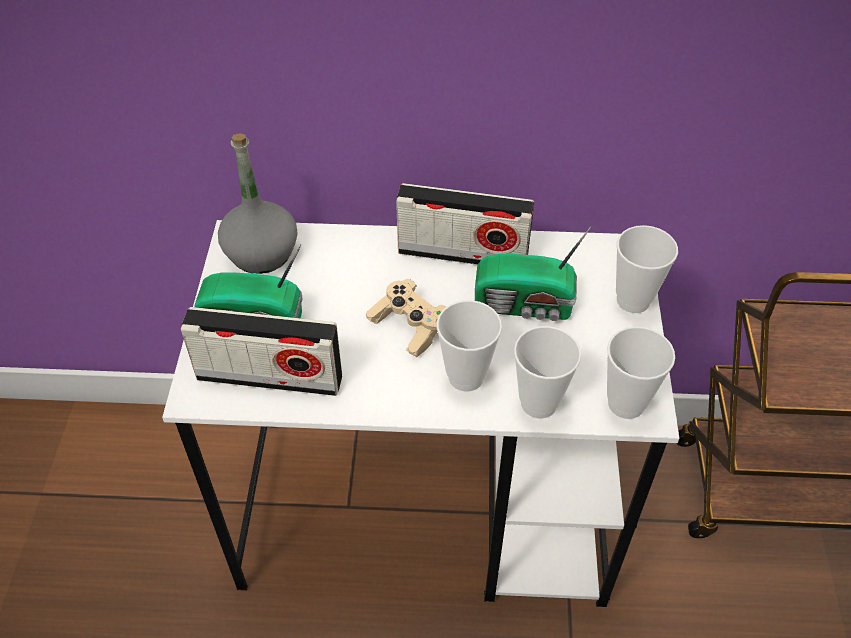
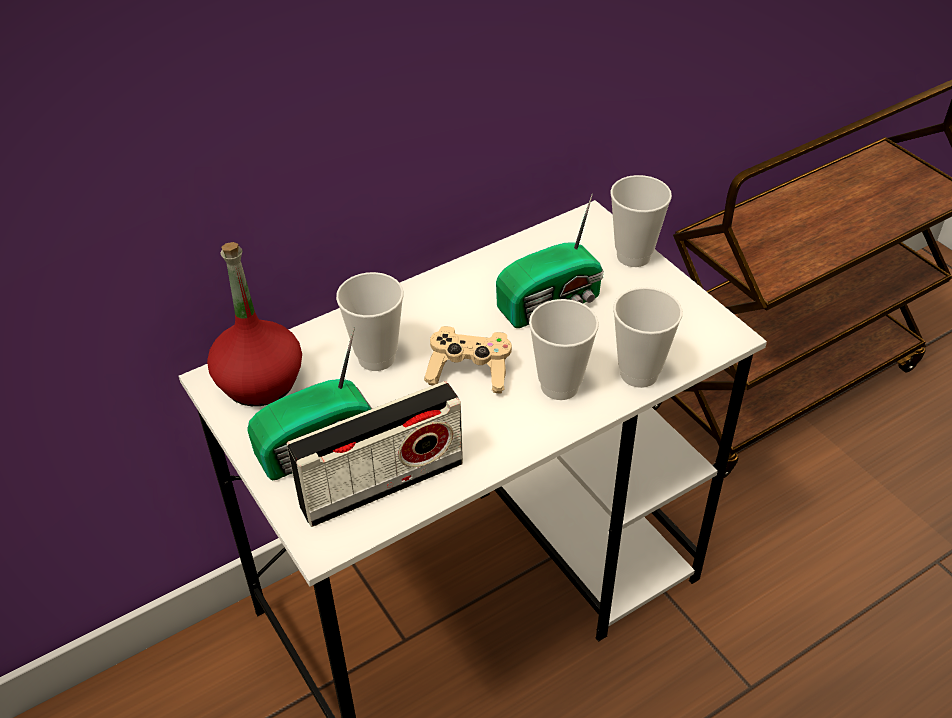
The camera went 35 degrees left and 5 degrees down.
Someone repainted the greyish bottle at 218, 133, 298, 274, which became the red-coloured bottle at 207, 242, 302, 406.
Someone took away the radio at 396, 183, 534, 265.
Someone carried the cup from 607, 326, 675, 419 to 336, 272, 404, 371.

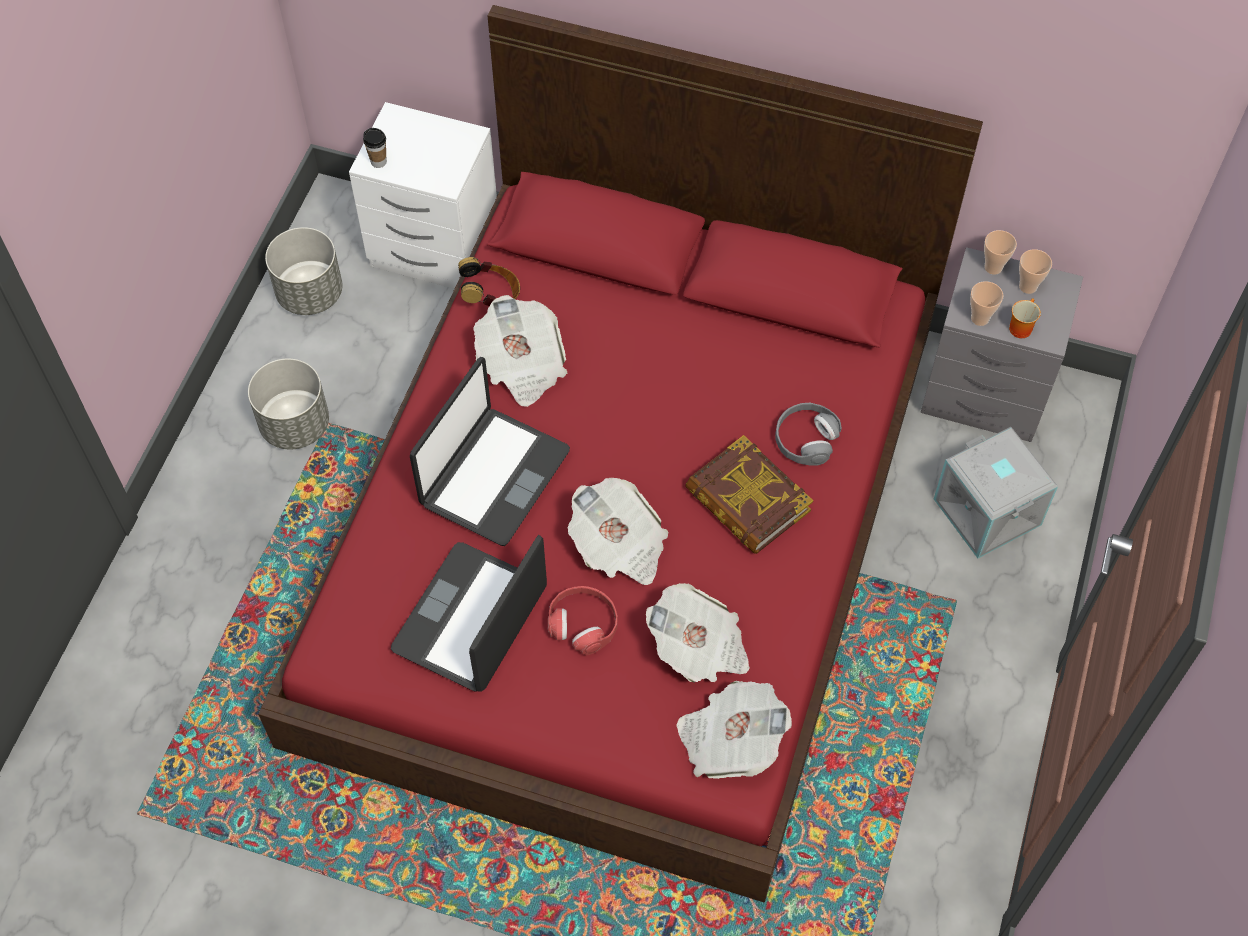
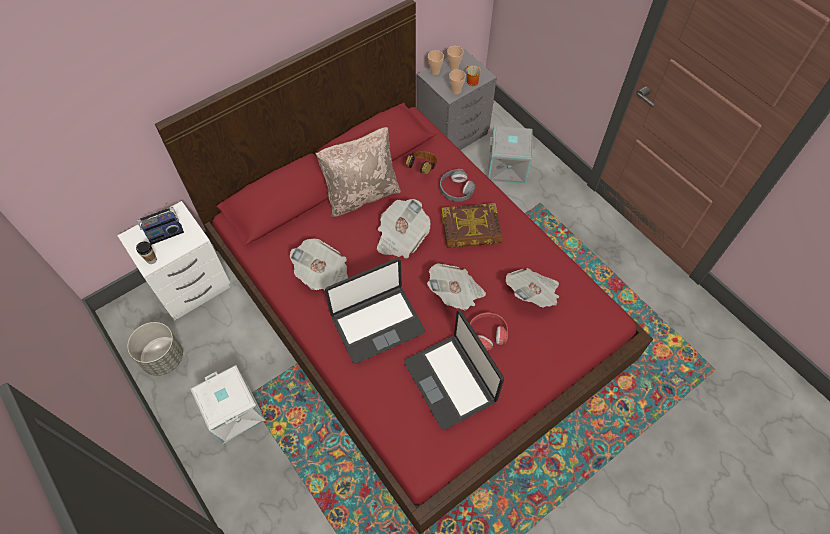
The camera went 55 degrees left and 0 degrees up.
Someone swapped the greyish flower pot at 248, 358, 329, 450 for the white storage box at 191, 365, 265, 445.
Someone rotated the notebook computer at 410, 357, 570, 546 by 90 degrees clockwise.
Someone carried the headphones from 458, 257, 520, 306 to 406, 151, 437, 174.
Someone carried the newspaper from 676, 681, 792, 779 to 377, 199, 430, 258.
Someone put down the radio at 137, 202, 184, 245.
Someone put down the beige cushion at 315, 127, 401, 217.

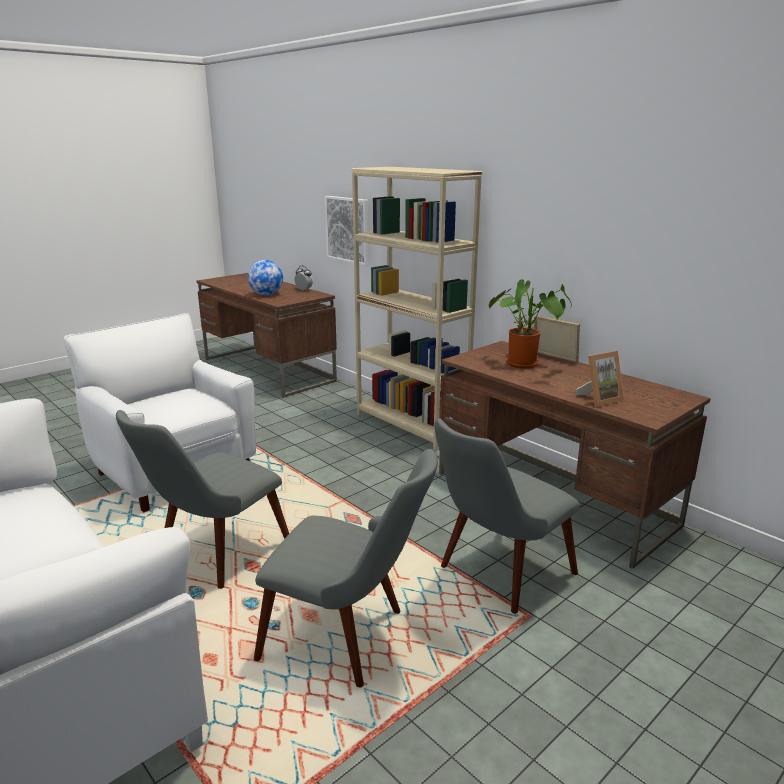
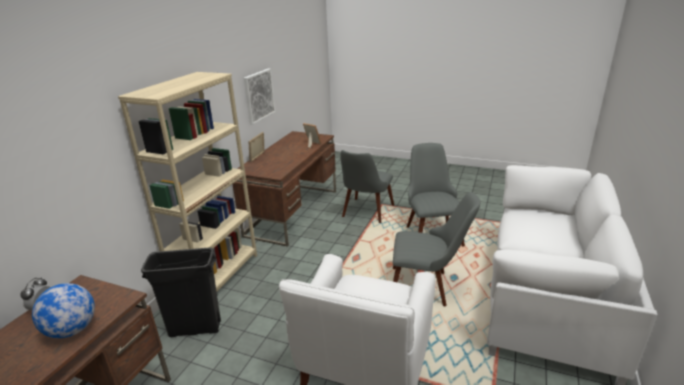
The camera went 115 degrees left and 5 degrees up.
Someone carried the wall art from 325, 196, 369, 266 to 244, 68, 276, 125.
Someone rotated the greyish plain chair at 434, 418, 580, 614 by 90 degrees clockwise.
Someone took away the houseplant at 489, 279, 572, 369.
Someone put down the black-coloured waste bin at 141, 247, 221, 337.

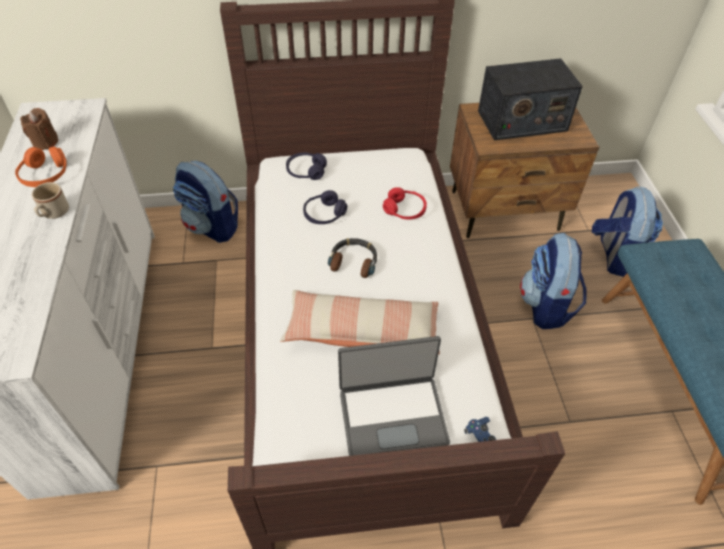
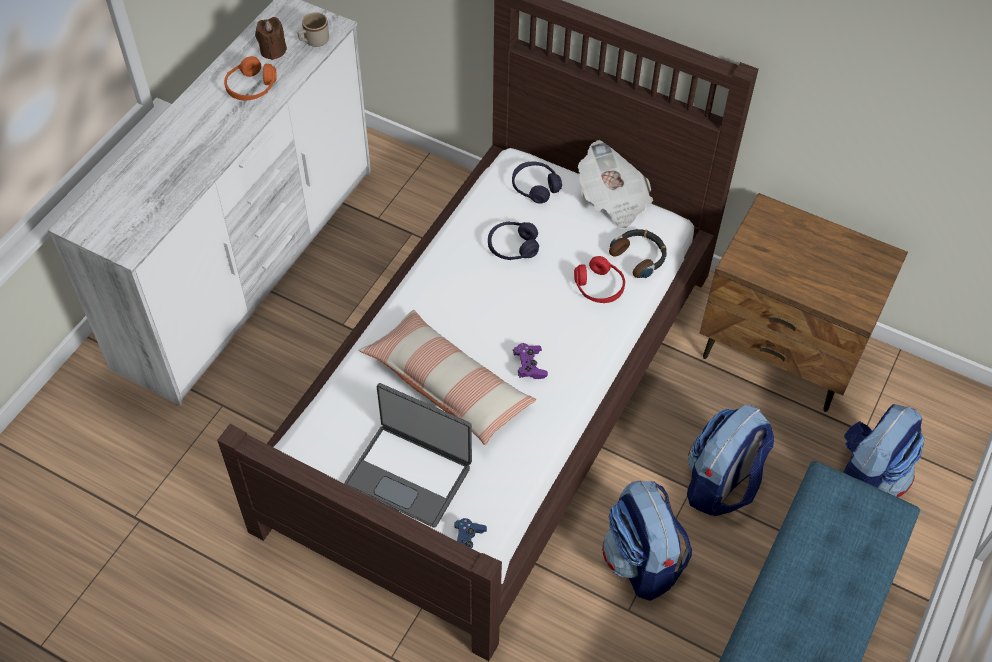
The camera went 35 degrees right and 5 degrees up.
Someone carried the beige coffee mug from 32, 182, 69, 219 to 298, 12, 329, 47.
Someone carried the rucksack from 173, 160, 238, 243 to 602, 481, 692, 601.
Someone carried the headphones from 328, 238, 377, 278 to 609, 229, 667, 278.
Someone took away the radio at 478, 58, 583, 140.
Someone put down the purple-coloured game controller at 513, 343, 548, 379.
Someone put down the newspaper at 578, 140, 653, 228.

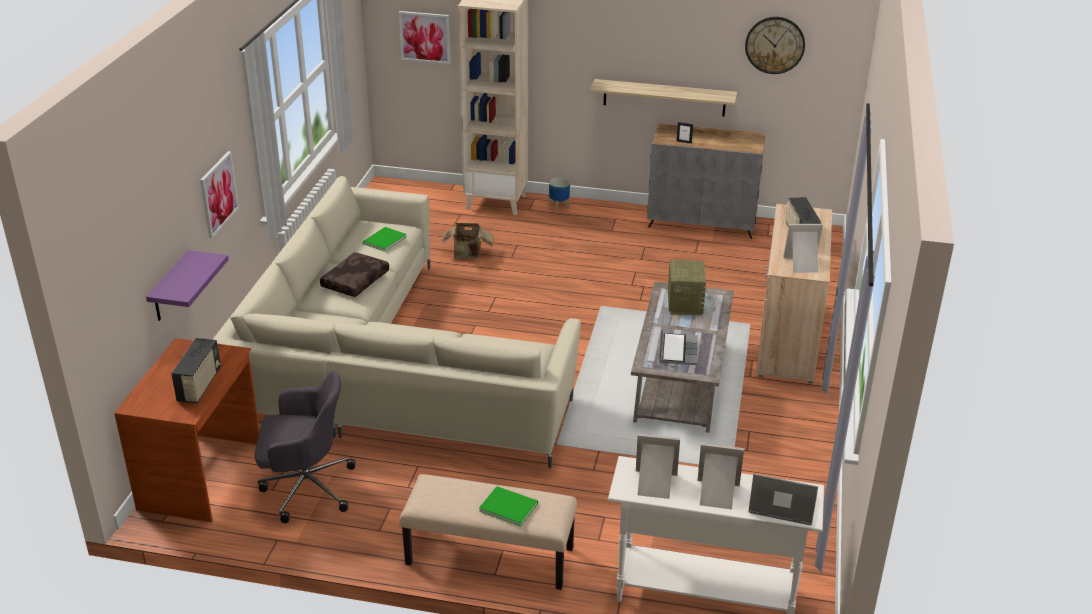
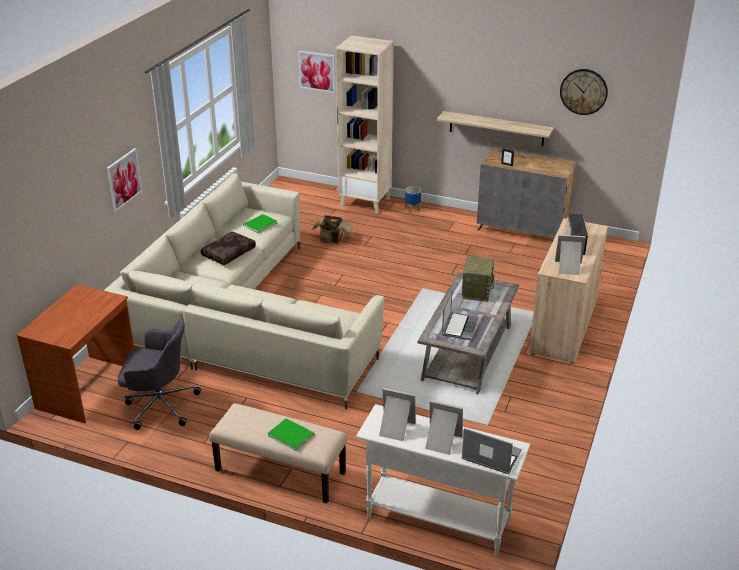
The camera went 10 degrees right and 0 degrees up.
Someone took away the purple-coloured bracket shelf at 146, 250, 229, 321.
Someone took away the radio at 171, 338, 221, 403.

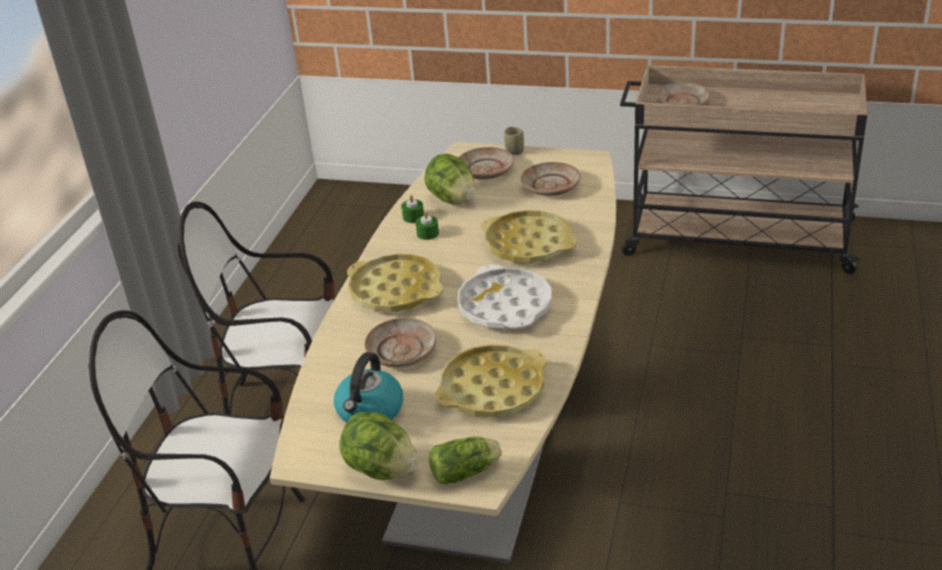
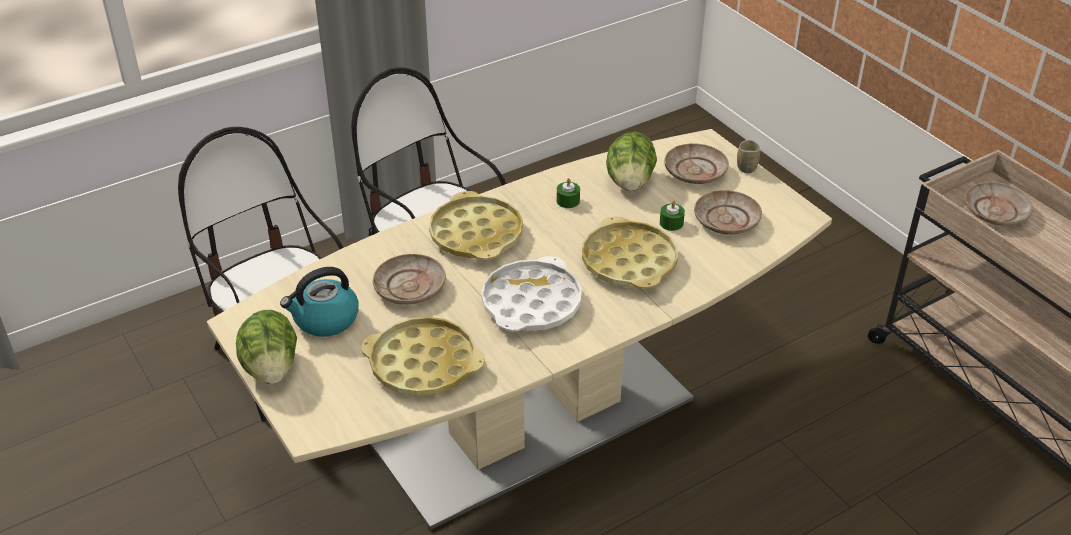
The camera went 40 degrees right and 5 degrees up.
Someone carried the greenish candle from 401, 195, 424, 223 to 660, 200, 685, 231.
Someone took away the lettuce head at 429, 437, 502, 484.

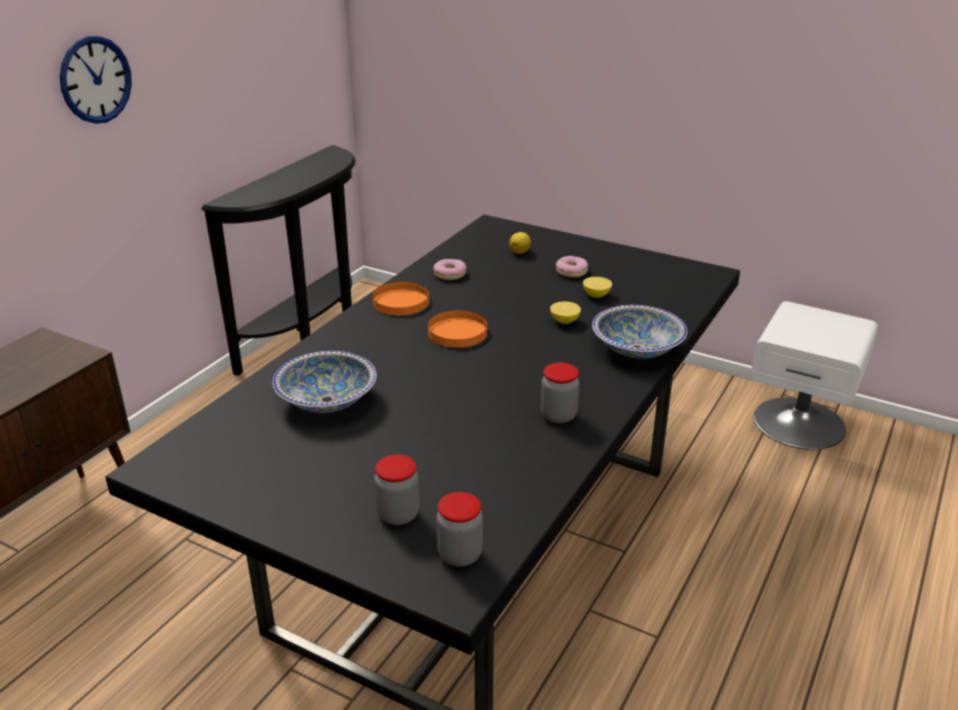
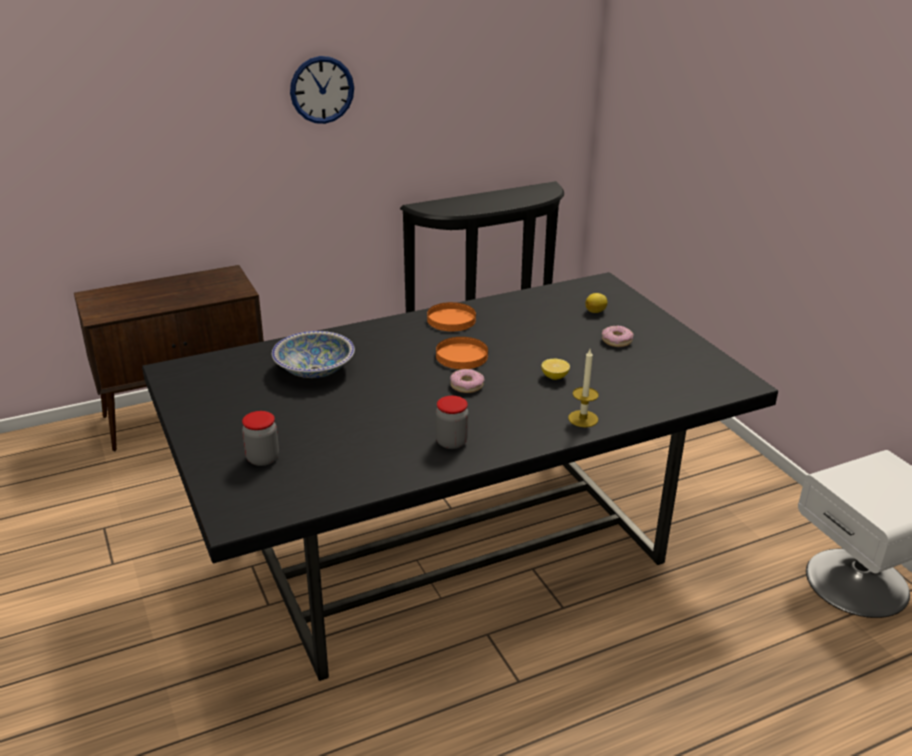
The camera went 35 degrees right and 0 degrees up.
Someone carried the doughnut from 434, 259, 467, 280 to 450, 369, 485, 393.
Someone took away the storage jar at 436, 492, 483, 567.
Someone took away the whole lemon at 583, 277, 612, 298.
Someone swapped the deep dish at 592, 305, 687, 359 for the candle at 568, 349, 599, 427.

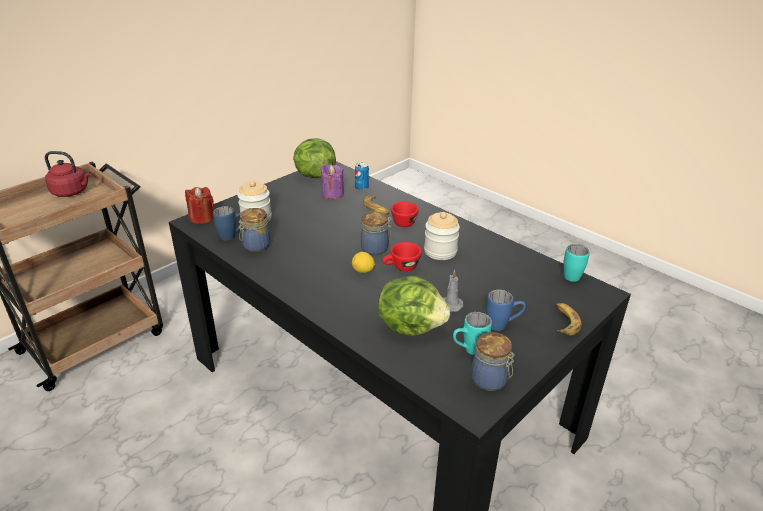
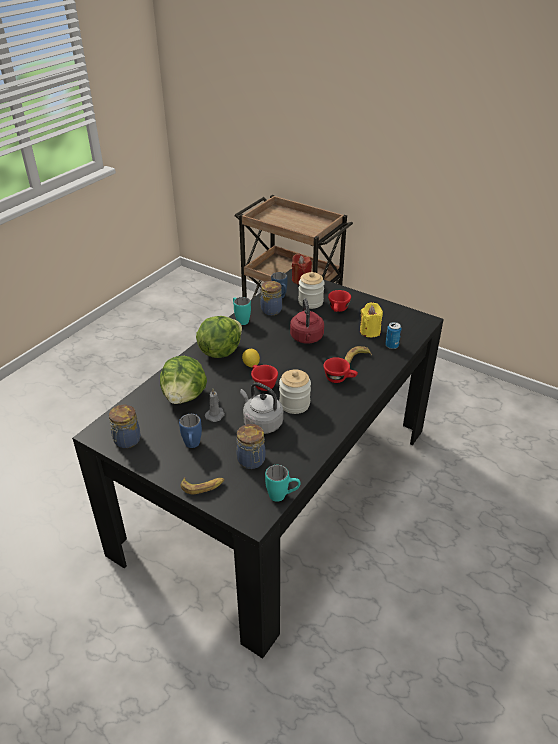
The camera went 80 degrees right and 5 degrees up.
Someone carried the red-coloured kettle from 45, 151, 91, 197 to 290, 298, 324, 344.
Someone carried the lettuce head from 293, 138, 336, 178 to 196, 316, 242, 358.
Someone repainted the purple-coloured candle at 320, 164, 344, 200, which became the yellowish candle at 360, 302, 383, 338.
Someone carried the storage jar from 361, 211, 392, 256 to 236, 424, 266, 469.
Someone carried the turquoise coffee mug from 453, 312, 492, 355 to 233, 297, 251, 325.
Someone put down the greyish kettle at 240, 382, 283, 434.
Someone put down the red-coloured cup at 328, 290, 351, 312.

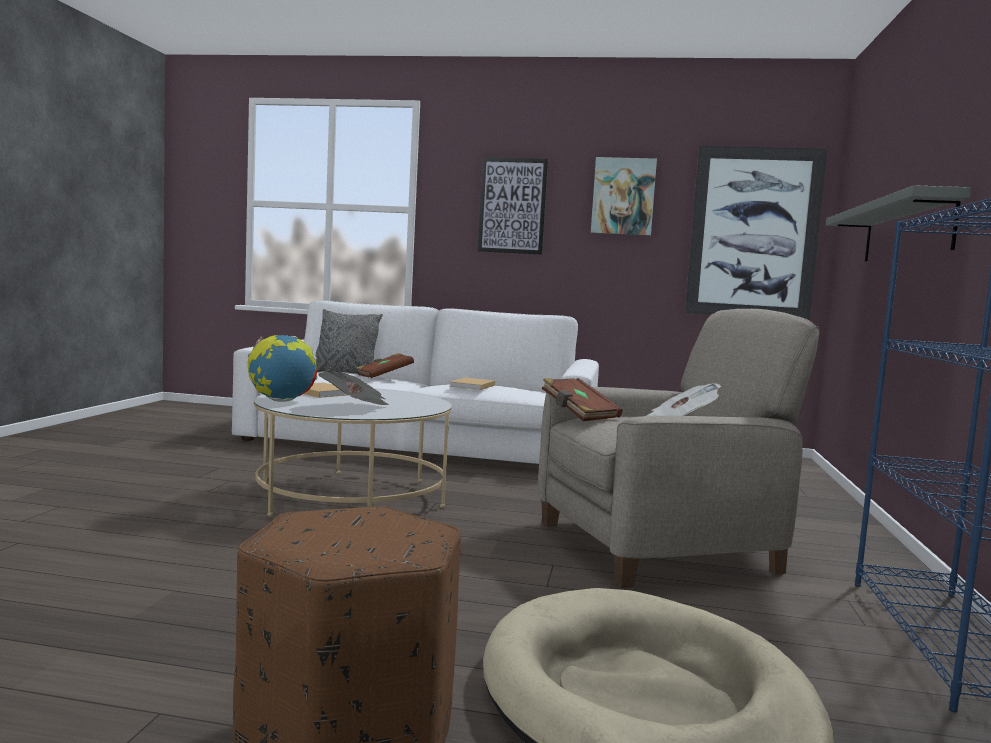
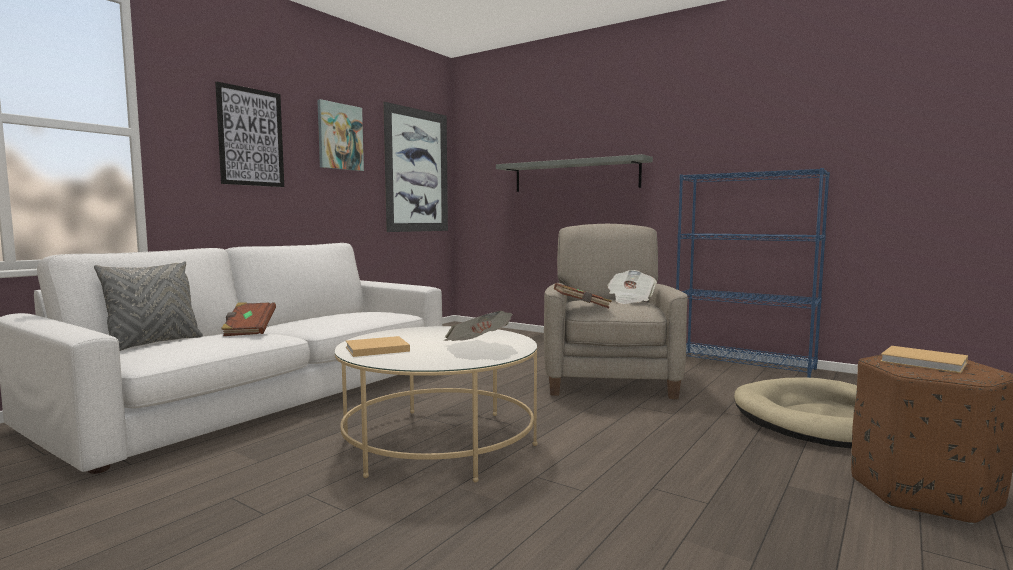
The camera went 65 degrees left and 0 degrees up.
Someone took away the globe at 247, 335, 317, 402.
Someone carried the beige bound book from 449, 378, 495, 390 to 880, 346, 968, 373.

